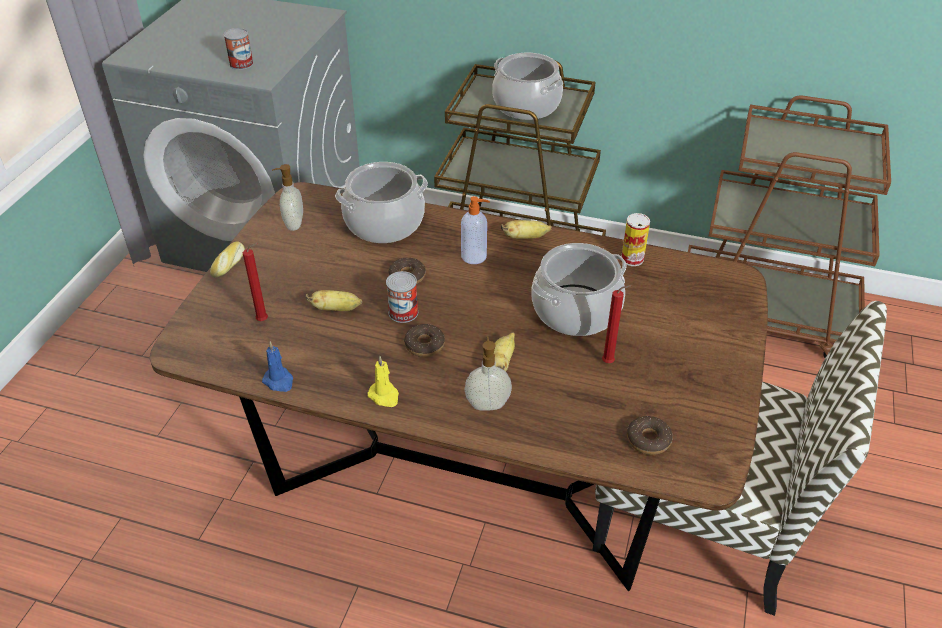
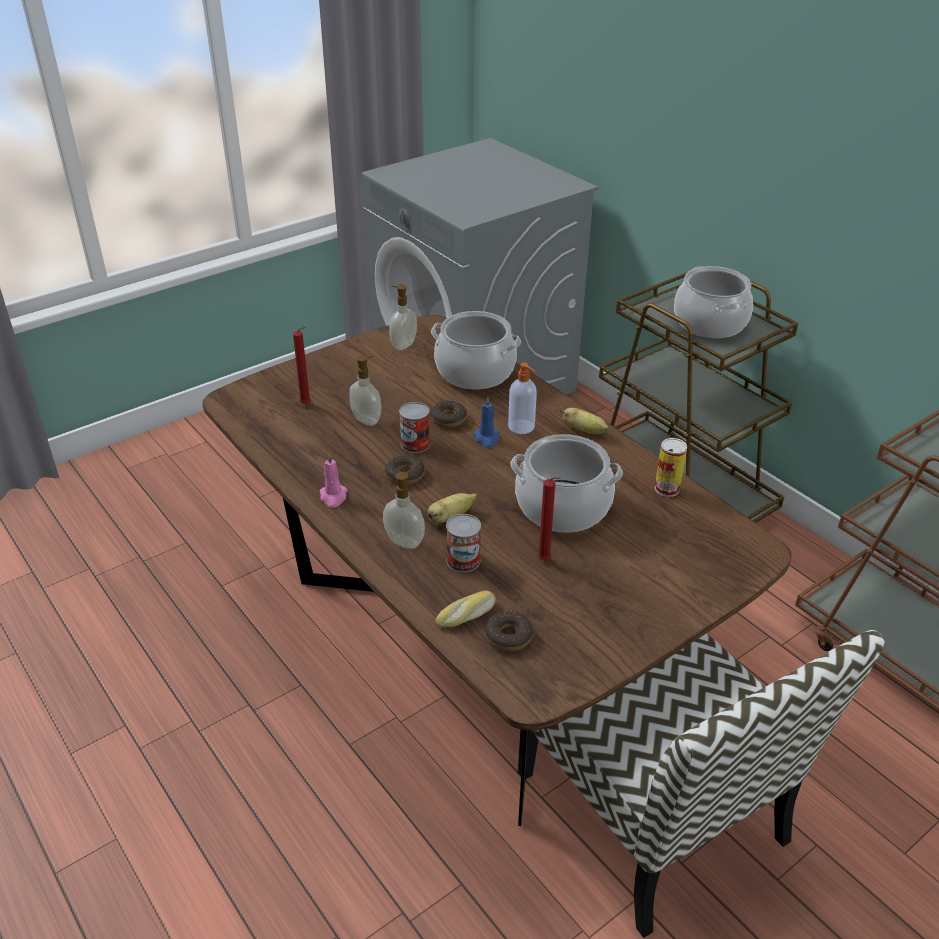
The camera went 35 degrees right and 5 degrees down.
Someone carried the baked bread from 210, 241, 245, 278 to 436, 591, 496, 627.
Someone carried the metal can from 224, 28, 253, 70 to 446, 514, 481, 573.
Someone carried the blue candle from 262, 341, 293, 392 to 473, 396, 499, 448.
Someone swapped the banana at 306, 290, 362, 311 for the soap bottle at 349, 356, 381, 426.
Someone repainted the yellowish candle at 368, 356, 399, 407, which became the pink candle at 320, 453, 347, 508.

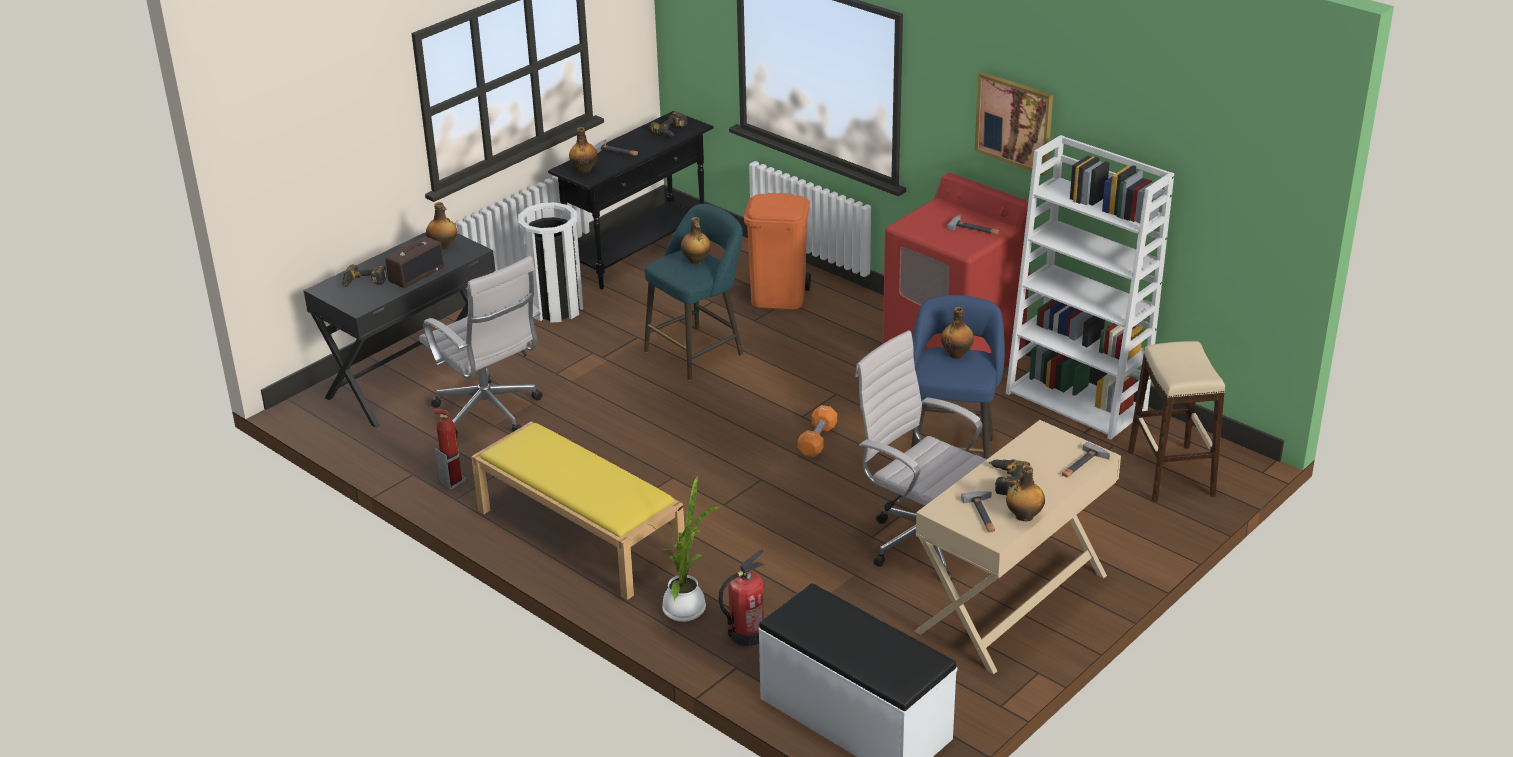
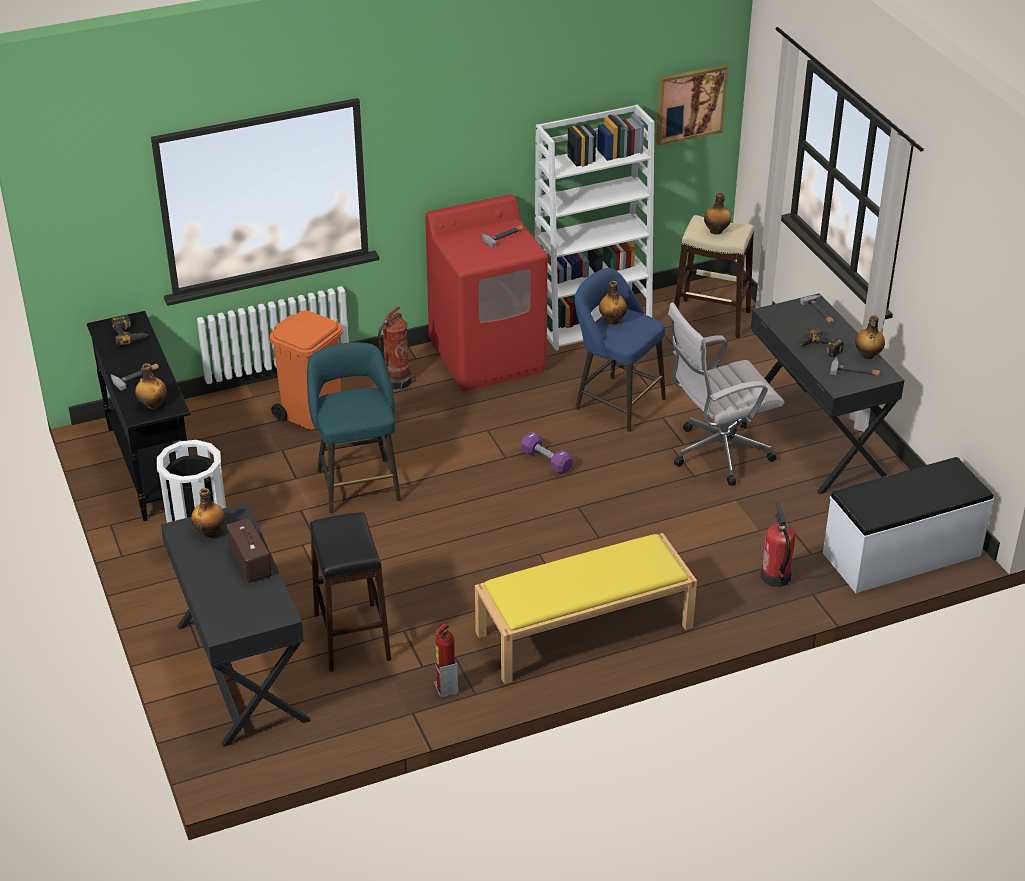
The camera went 65 degrees left and 5 degrees up.
Someone took away the electric drill at 342, 264, 387, 287.
Someone swapped the white computer chair at 419, 256, 543, 437 for the black-coloured stool seat at 310, 512, 391, 672.
Someone took away the houseplant at 648, 476, 721, 622.
Someone carried the bottle from 681, 217, 711, 264 to 704, 192, 731, 235.
Someone repainted the orange-coloured hand weight at 797, 405, 837, 457, which became the purple-coloured hand weight at 521, 431, 573, 474.
Someone repainted the beige desk at 915, 420, 1121, 674, which became the black-coloured desk at 751, 293, 905, 494.
Someone carried the wall art from 974, 72, 1053, 176 to 656, 65, 728, 146.
Someone put down the fire-fighting cylinder at 378, 307, 416, 391.

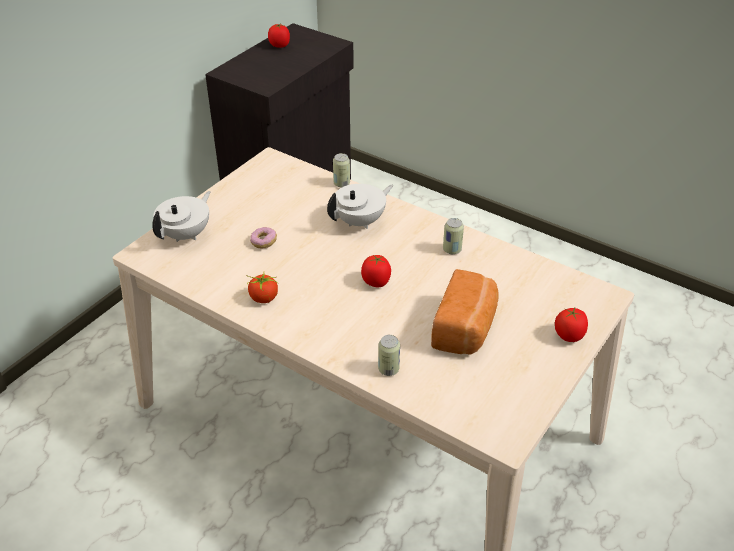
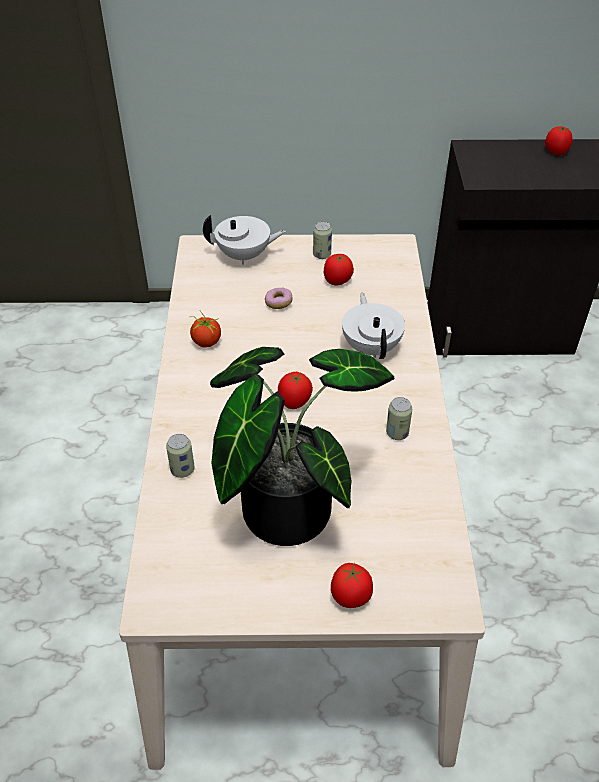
The camera went 55 degrees right and 5 degrees up.
Someone rotated the white tea pot at 327, 184, 393, 229 by 120 degrees counterclockwise.
Someone carried the metal can from 333, 153, 350, 188 to 313, 222, 332, 259.
Someone swapped the baked bread at 431, 269, 499, 355 for the houseplant at 210, 347, 394, 546.
Someone put down the whole tomato at 324, 254, 354, 285.

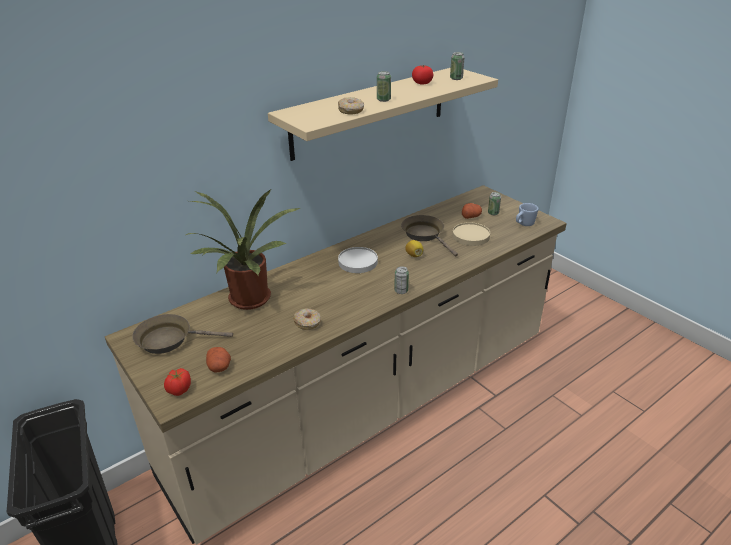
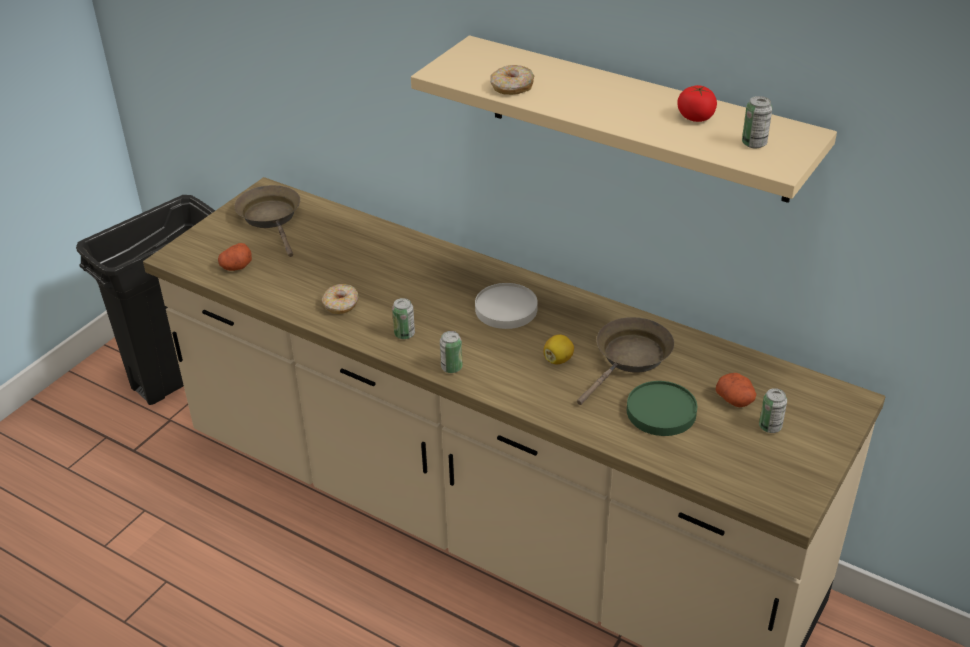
The camera went 70 degrees right and 5 degrees up.
Someone took away the whole tomato at 164, 368, 191, 396.
Someone took away the houseplant at 186, 189, 300, 310.
Someone carried the metal can from 377, 71, 391, 102 to 392, 298, 415, 339.
Someone repainted the beige flat dish at 453, 222, 490, 246, which became the greenish flat dish at 627, 381, 697, 436.
Someone took away the blue coffee mug at 516, 203, 539, 226.

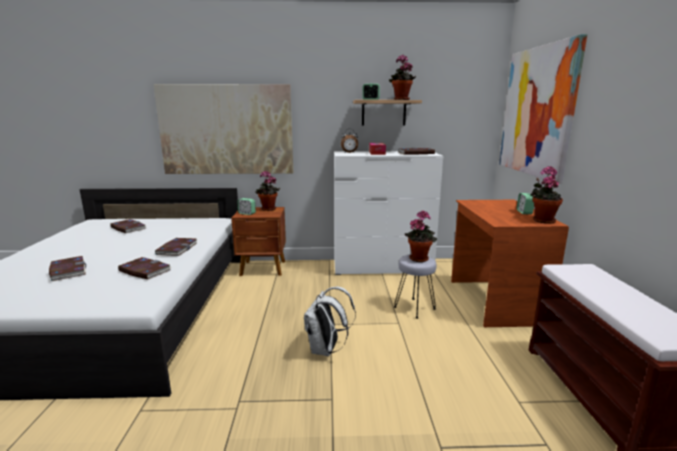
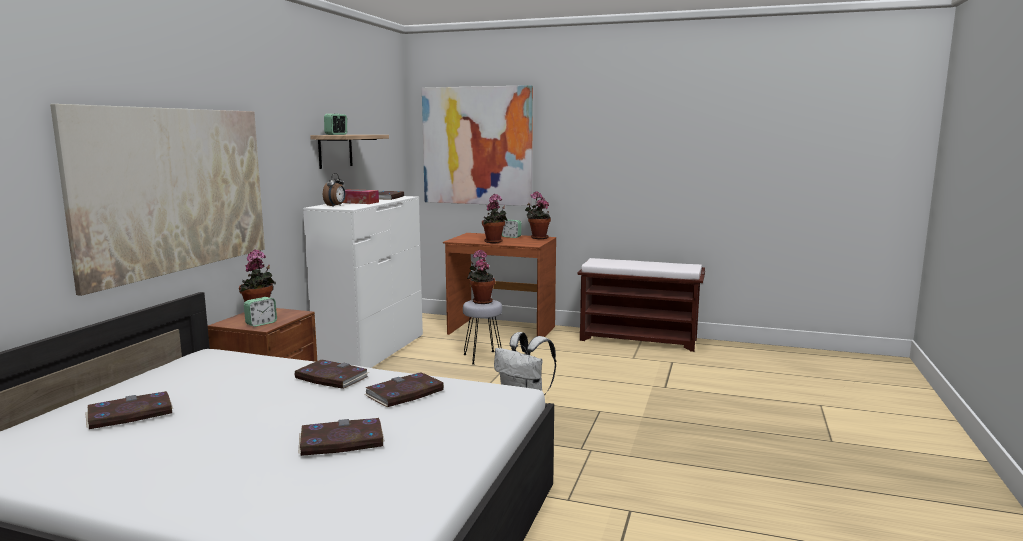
The camera went 70 degrees left and 5 degrees down.
Someone carried the houseplant from 389, 55, 416, 100 to 482, 194, 508, 243.

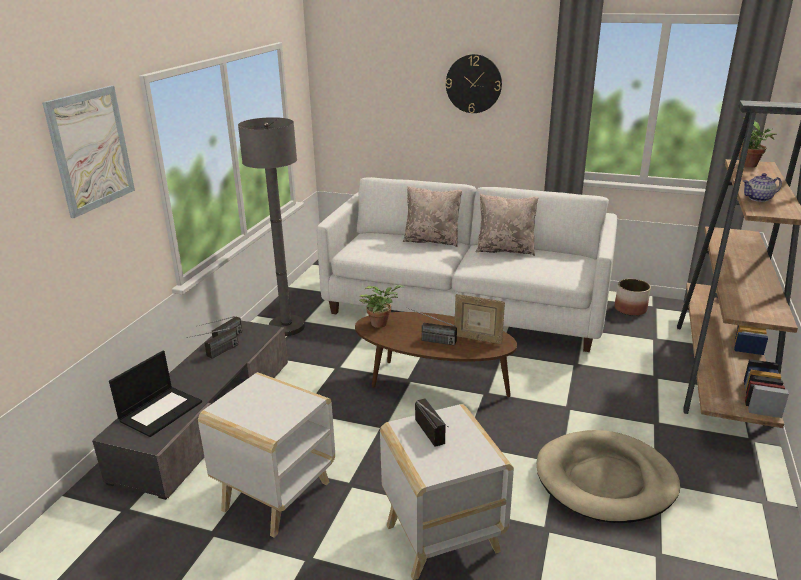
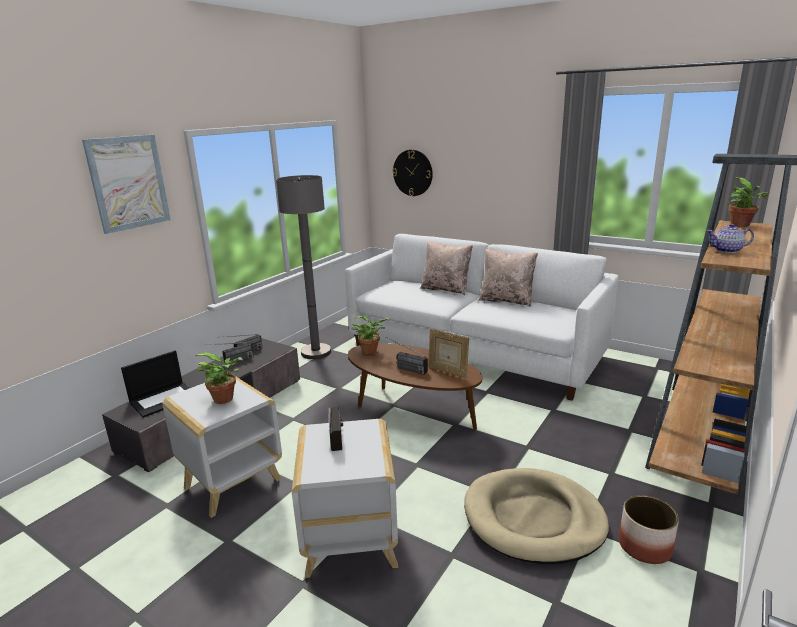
The camera went 15 degrees right and 5 degrees down.
Someone carried the clock on the wall from 446, 54, 502, 113 to 392, 150, 433, 196.
Someone carried the flower pot from 615, 279, 651, 316 to 619, 495, 679, 564.
Someone put down the houseplant at 196, 352, 243, 404.

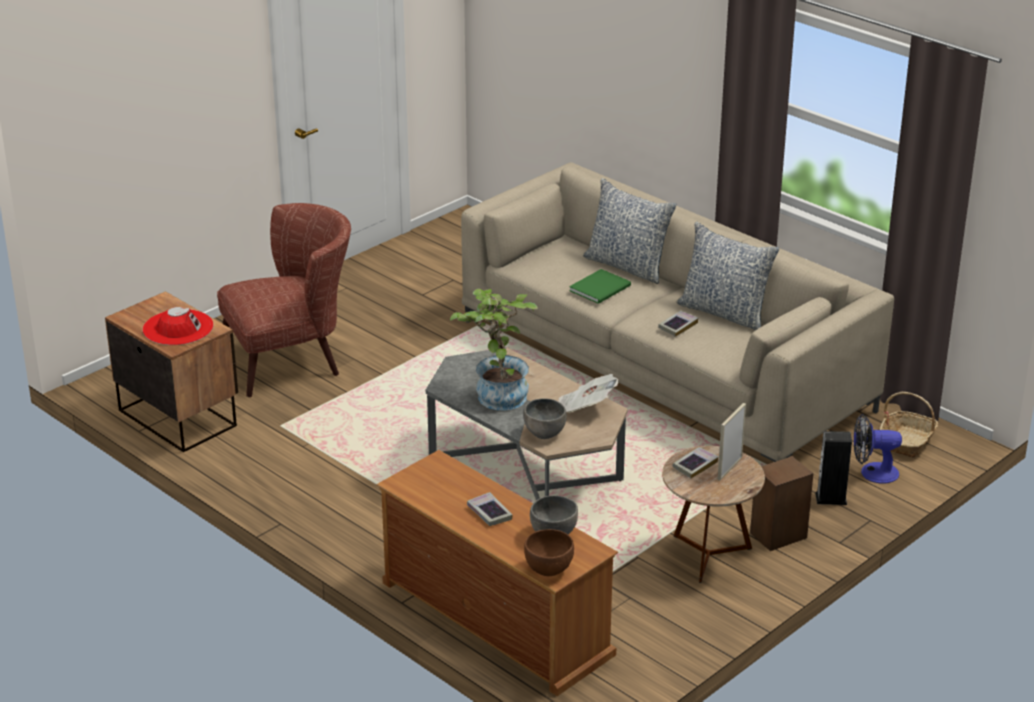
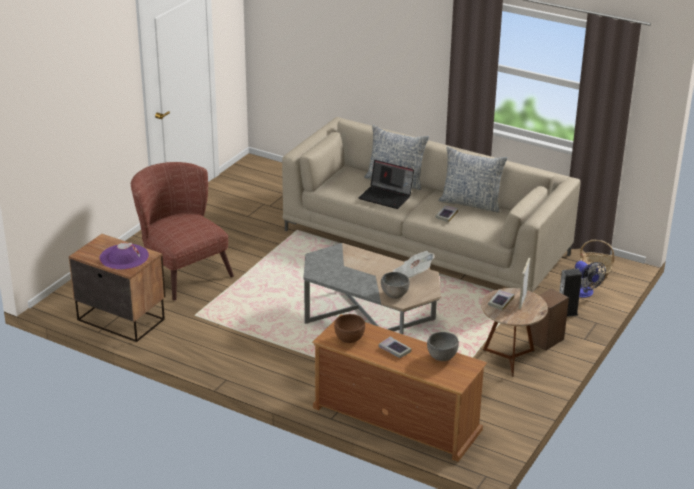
The camera went 15 degrees left and 0 degrees up.
Someone repainted the red-coloured clothing hat at 143, 307, 214, 345, which became the purple-coloured clothing hat at 100, 242, 149, 270.
Someone rotated the brownish easy chair at 217, 203, 351, 397 by 90 degrees counterclockwise.
Someone took away the houseplant at 450, 289, 538, 411.
Someone carried the brownish deep dish from 524, 529, 574, 576 to 334, 314, 365, 343.
Someone swapped the greenish bound book at 569, 269, 631, 304 for the notebook computer at 359, 160, 414, 209.
Someone rotated the electric fan at 854, 414, 902, 484 by 105 degrees counterclockwise.

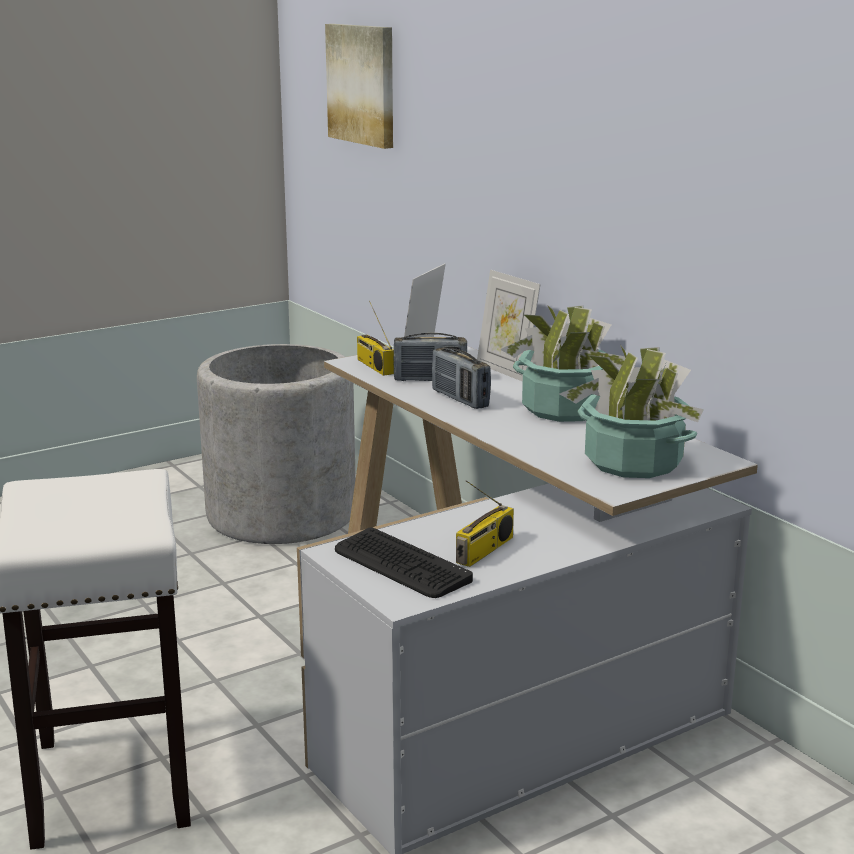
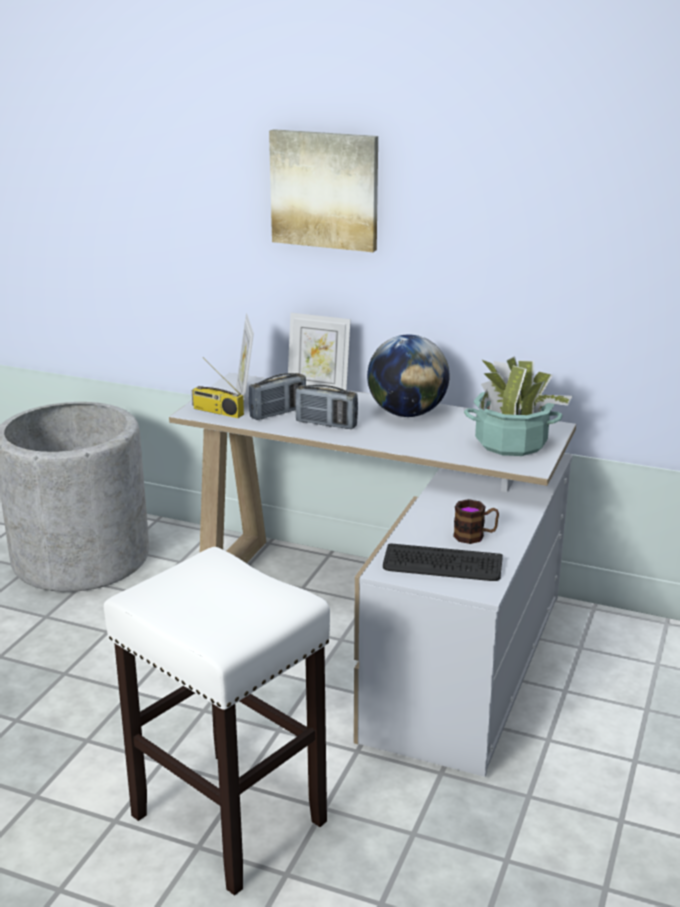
The camera went 35 degrees left and 5 degrees up.
Someone carried the wall art from 325, 24, 393, 149 to 269, 129, 378, 252.
Someone swapped the radio at 456, 480, 514, 567 for the coffee mug at 453, 499, 499, 544.
Someone swapped the houseplant at 500, 305, 626, 422 for the globe at 367, 334, 450, 417.

